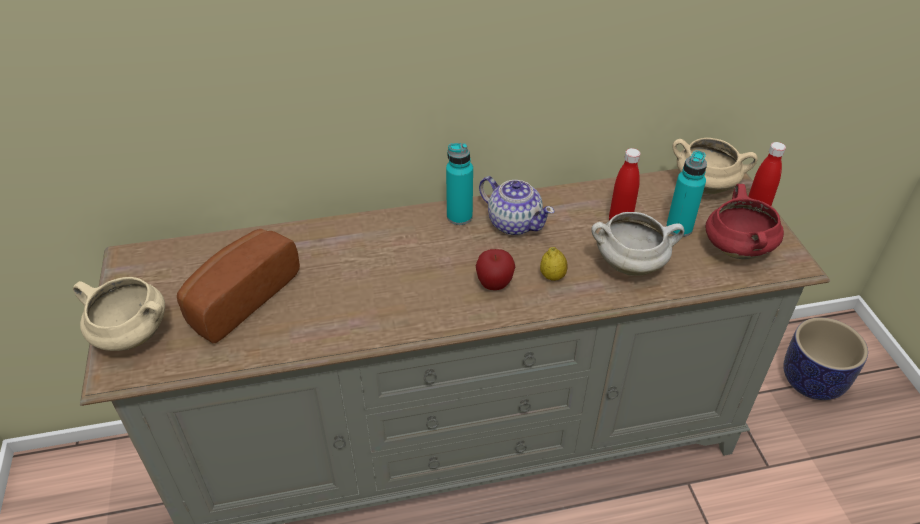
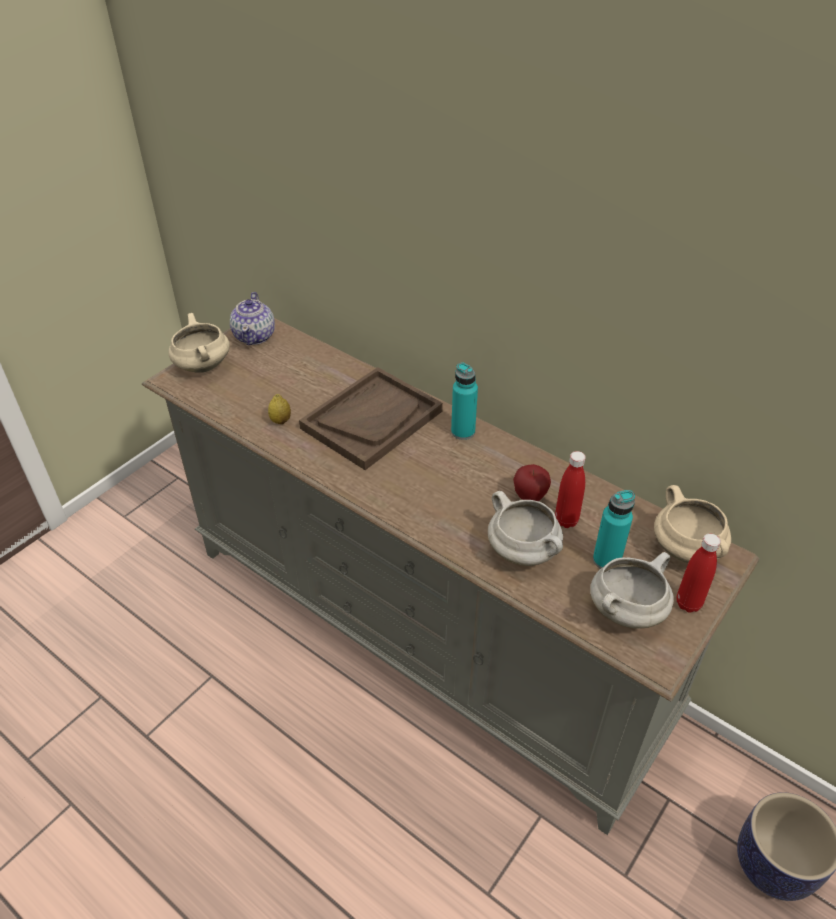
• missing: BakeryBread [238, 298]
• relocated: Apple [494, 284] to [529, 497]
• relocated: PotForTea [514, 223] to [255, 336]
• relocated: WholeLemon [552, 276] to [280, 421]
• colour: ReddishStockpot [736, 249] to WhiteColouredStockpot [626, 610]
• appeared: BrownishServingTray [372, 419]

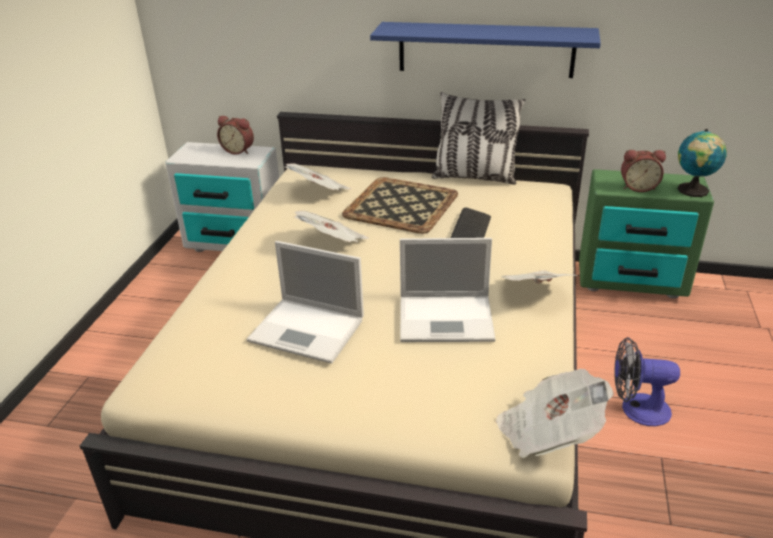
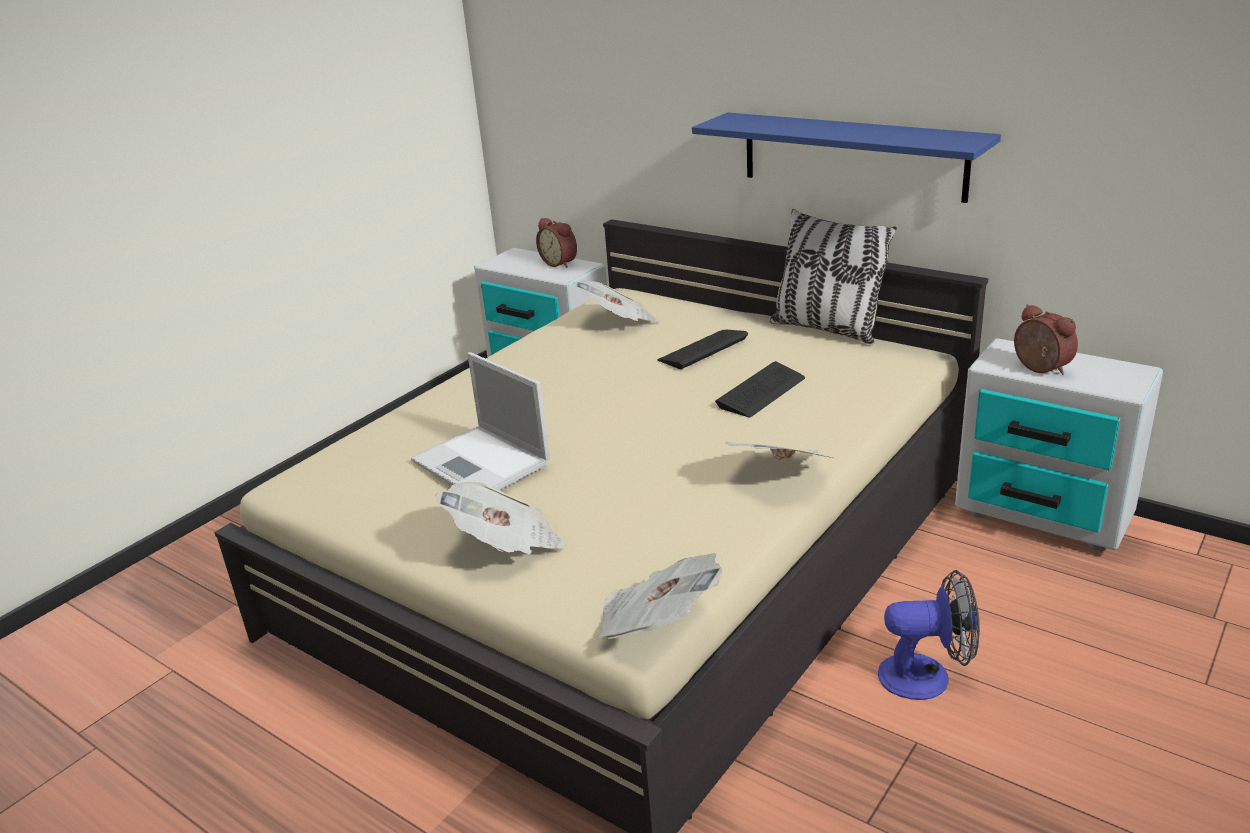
• relocated: PrintedPaper [333, 243] to [507, 545]
• exchanged: ServingTray [401, 206] to PcKeyboard [703, 349]
• missing: Laptop [448, 318]
• colour: GreenishNightTable [631, 285] to WhiteColouredNightTable [1041, 520]
• spun: ElectricFan [636, 409] = [926, 676] 150 degrees clockwise
• spun: BedsideClock [638, 187] = [1039, 369] 150 degrees counterclockwise
• missing: Globe [693, 191]

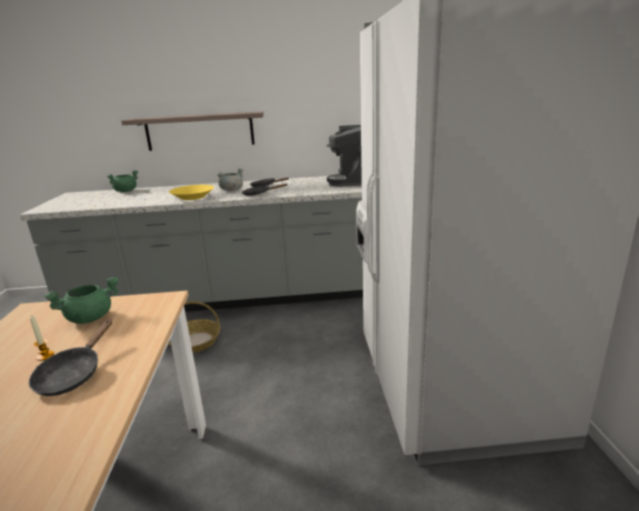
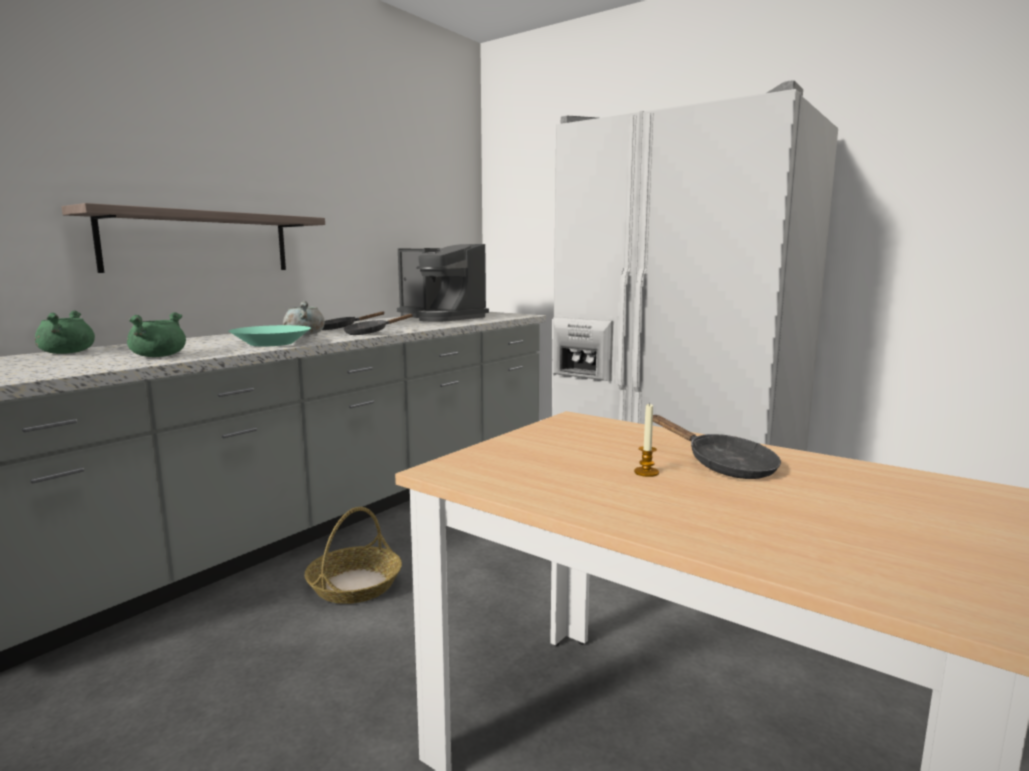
• relocated: GreenishStockpot [91, 317] to [158, 356]
• colour: YellowDeepDish [193, 197] to BlueGreenDeepDish [272, 343]

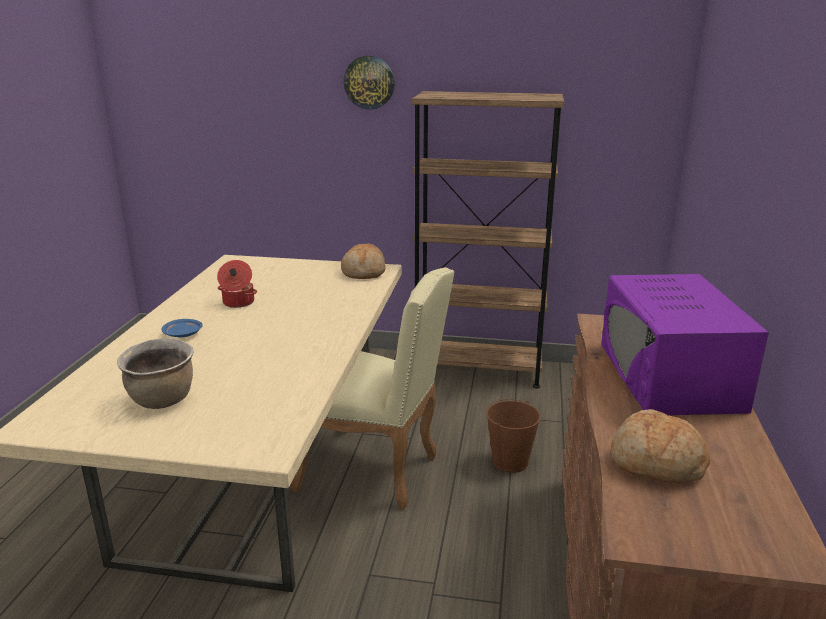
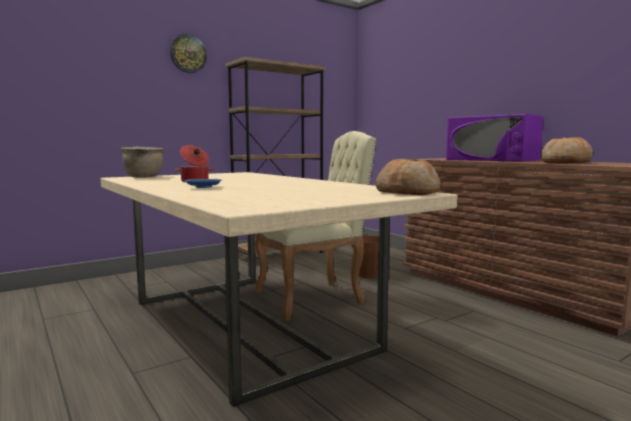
• relocated: BrownishStockpot [163, 400] to [144, 177]
• relocated: BakeryBread [364, 272] to [407, 192]

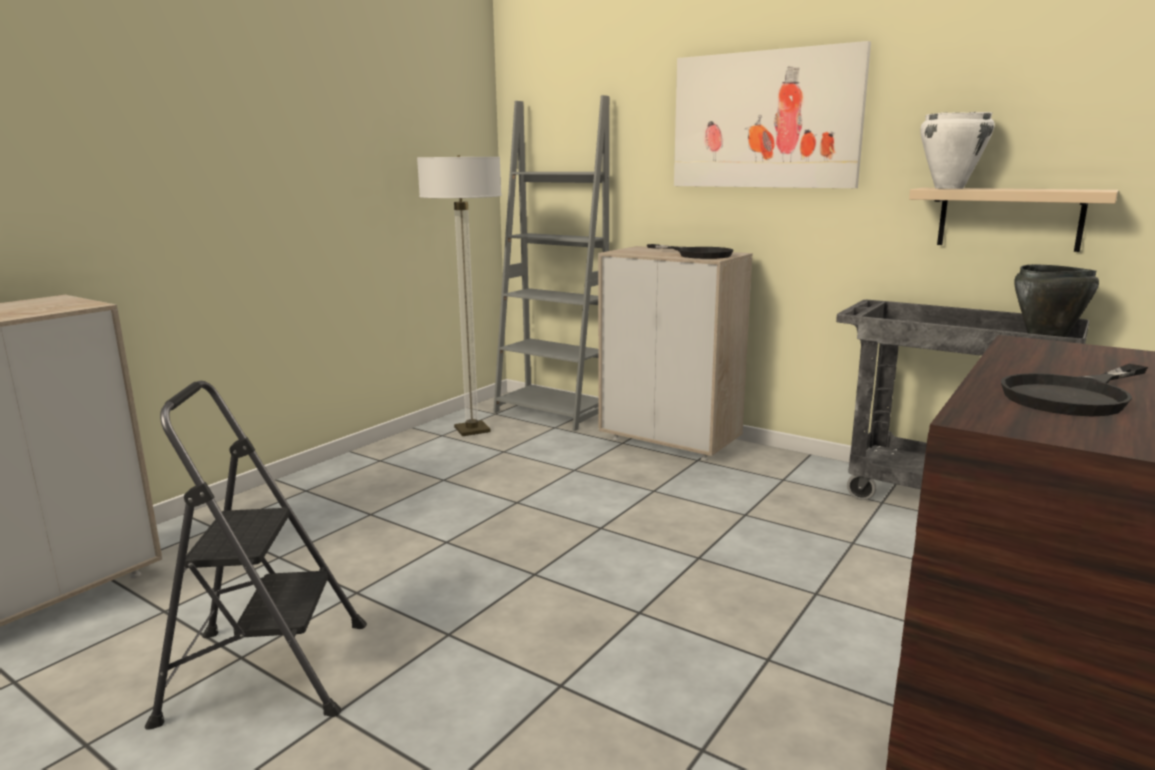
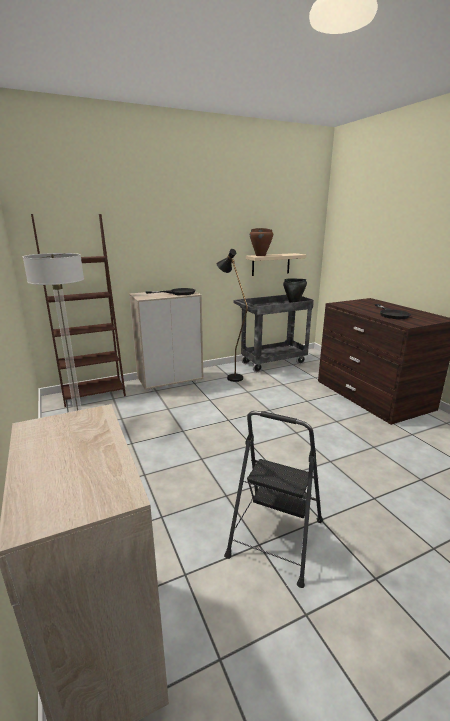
• colour: GrayBookshelf [551, 413] to BrownishBookshelf [94, 394]
• missing: WallPicture [765, 120]
• colour: WhiteColouredStockpot [950, 188] to BrownishStockpot [260, 255]
• appeared: BlackishStandingLamp [231, 376]

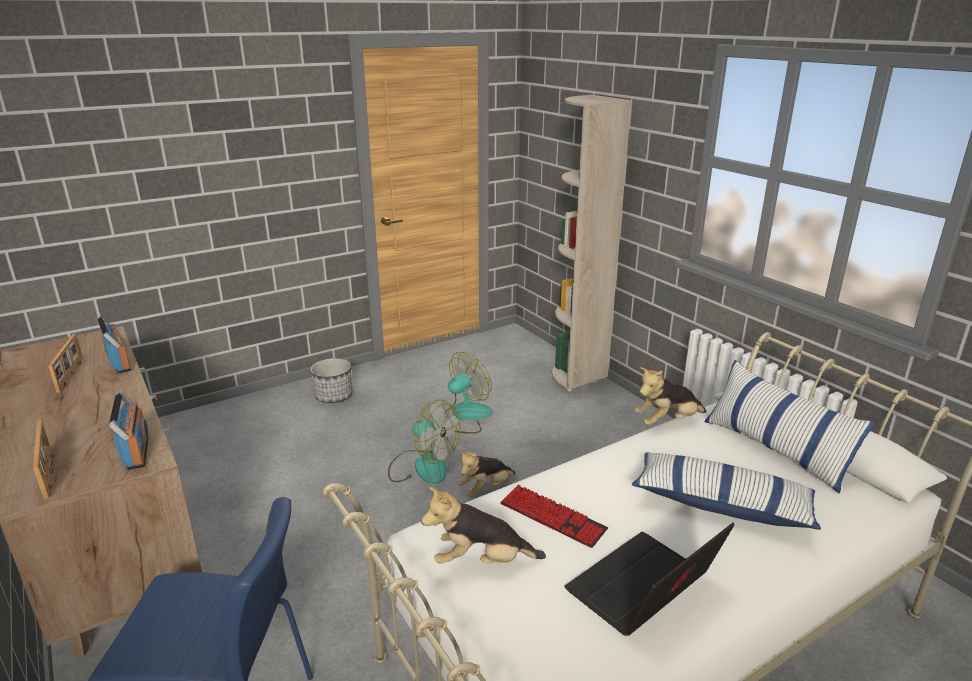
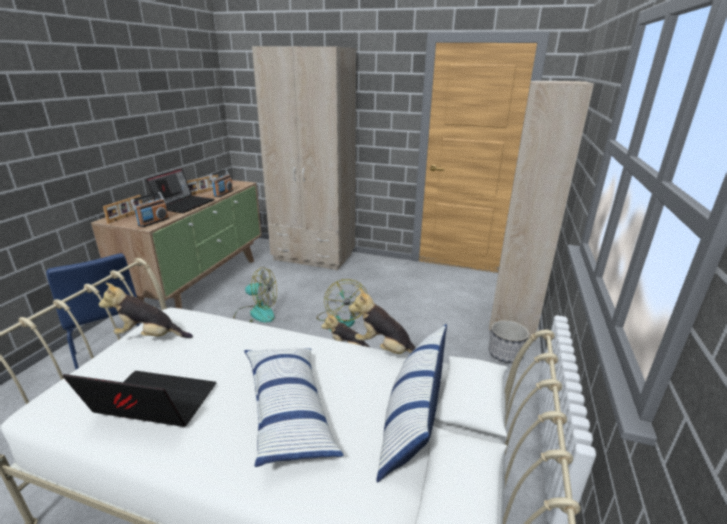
• relocated: FlowerPot [334, 396] to [505, 354]
• spun: SoftToy [481, 561] = [150, 336] 45 degrees counterclockwise
• relocated: ElectricFan [464, 416] to [256, 314]
• missing: PcKeyboard [552, 517]
• appeared: Laptop [184, 204]
• appeared: SandColouredArmoire [314, 257]

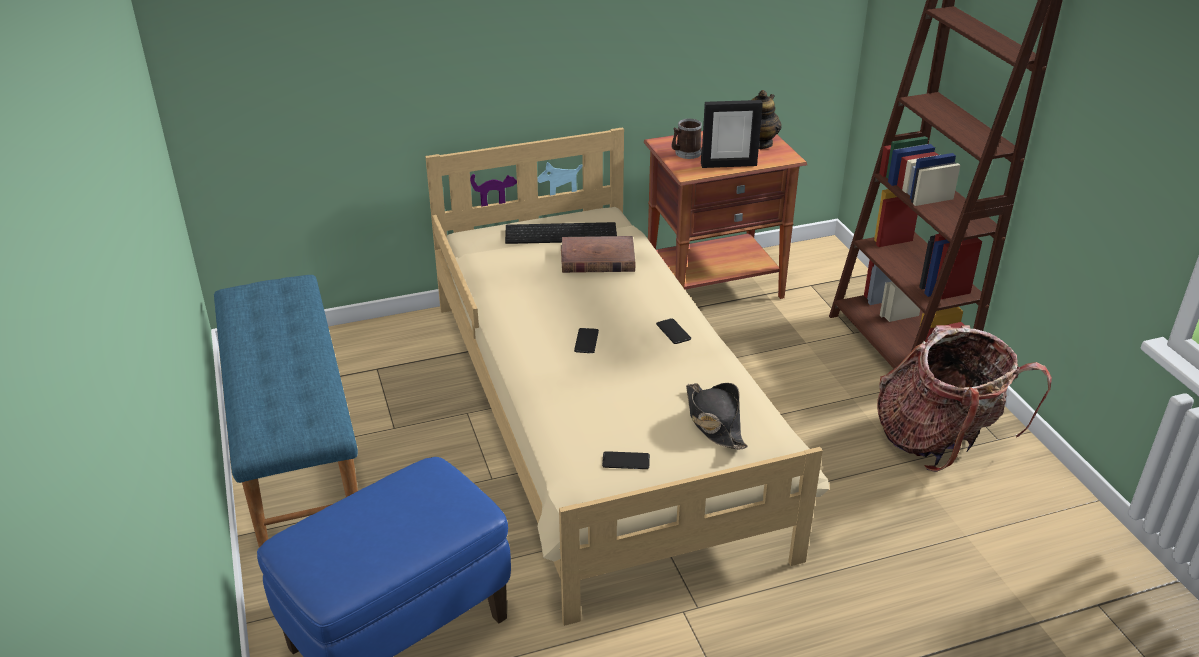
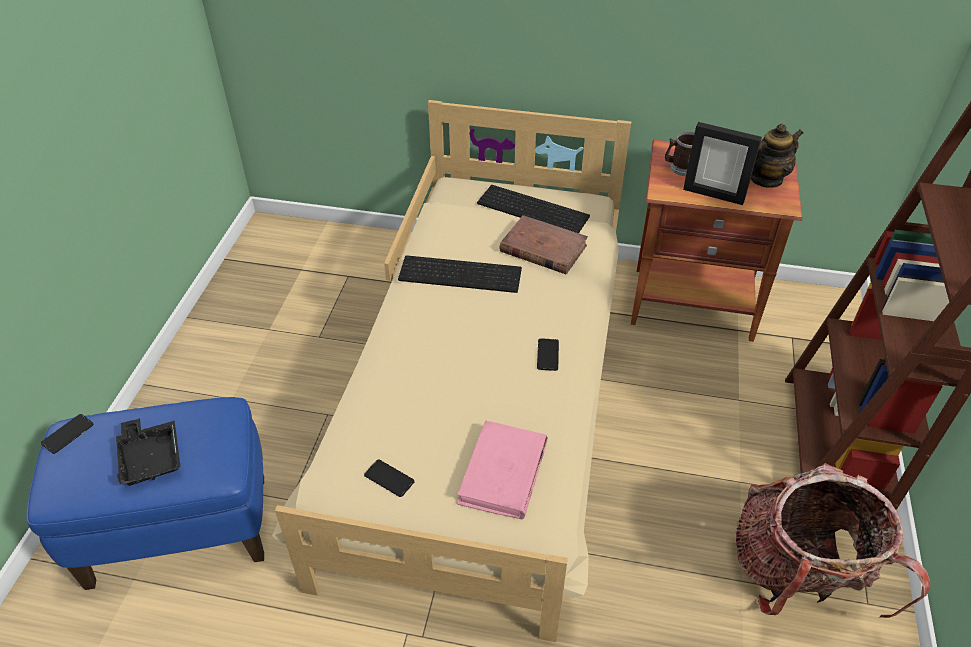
• missing: BlueColouredIndoorBench [293, 441]
• relocated: Handset [586, 341] to [68, 434]
• exchanged: BlackishWearableHat [714, 422] to PinkishBoundBook [503, 473]
• appeared: BlackishServingTray [151, 458]
• appeared: PcKeyboard [461, 273]

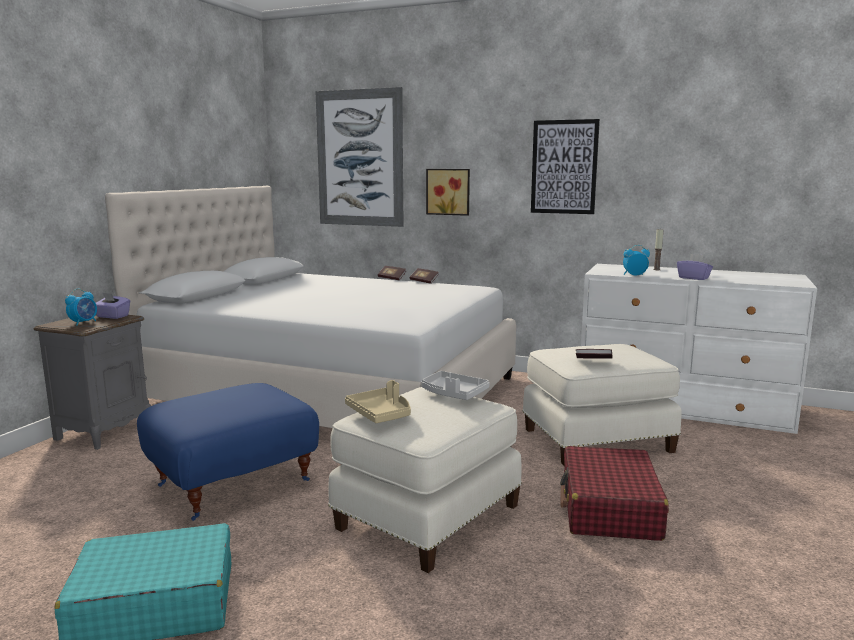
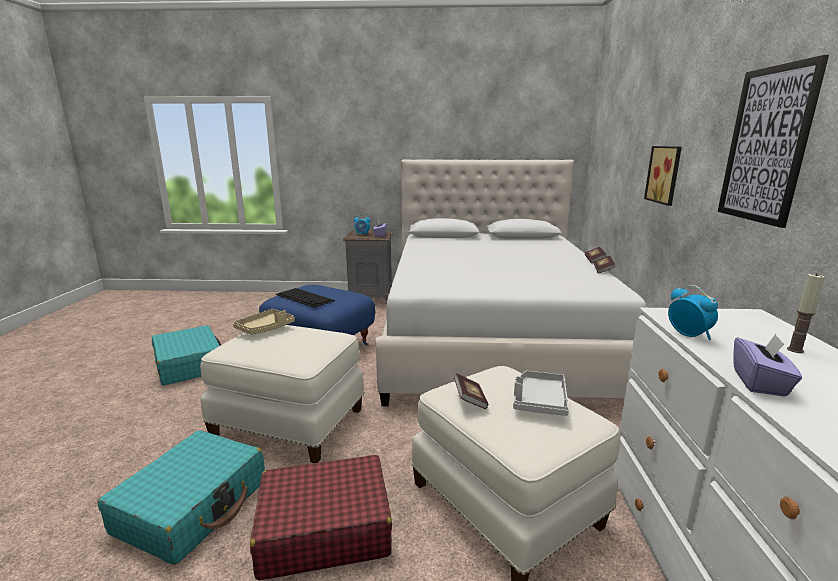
• missing: WallPicture [359, 158]
• relocated: GrayServingTray [453, 394] to [539, 401]
• appeared: BlueGreenSuitcase [193, 506]
• appeared: PcKeyboard [305, 297]

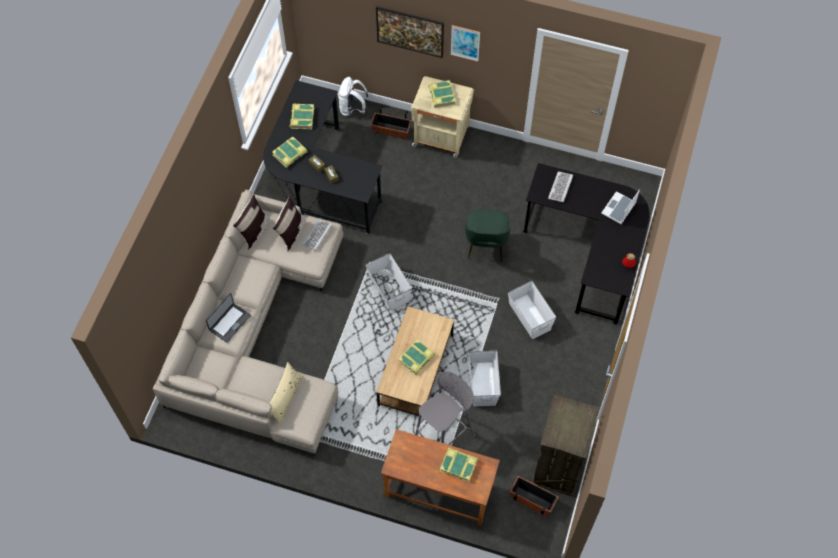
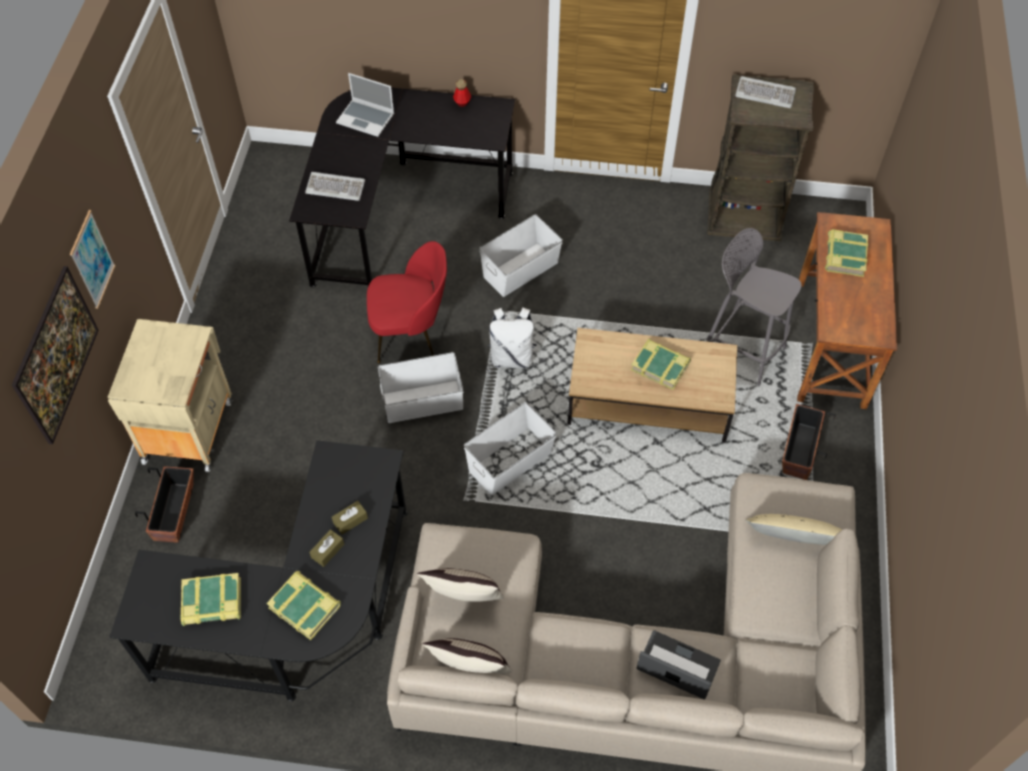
• relocated: PcKeyboard [317, 235] to [765, 94]
• relocated: WhiteColouredKnapsack [352, 109] to [512, 357]
• missing: BoundBook [441, 96]
• colour: GreenishPlainChair [485, 249] to ReddishPlainChair [412, 338]
• relocated: WhiteColouredStorageBox [482, 384] to [423, 402]
• relocated: FlowerPot [532, 500] to [799, 450]

